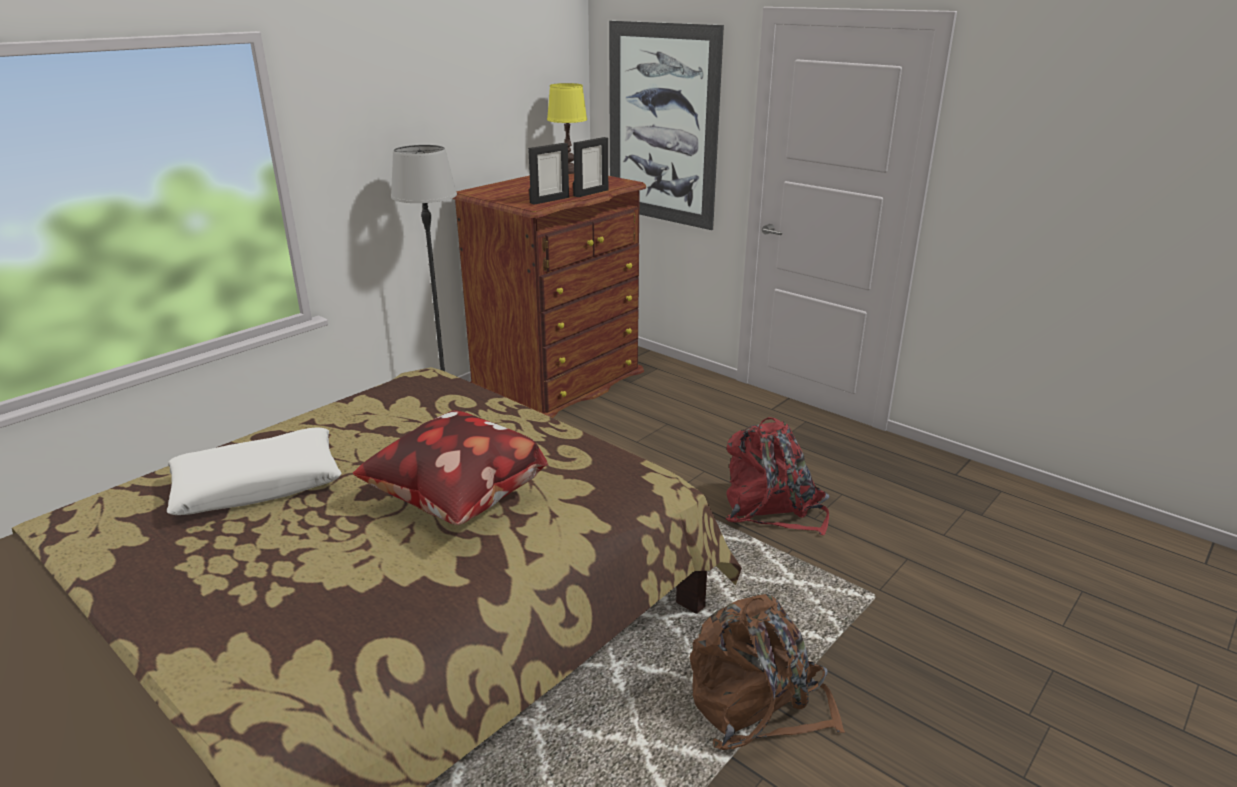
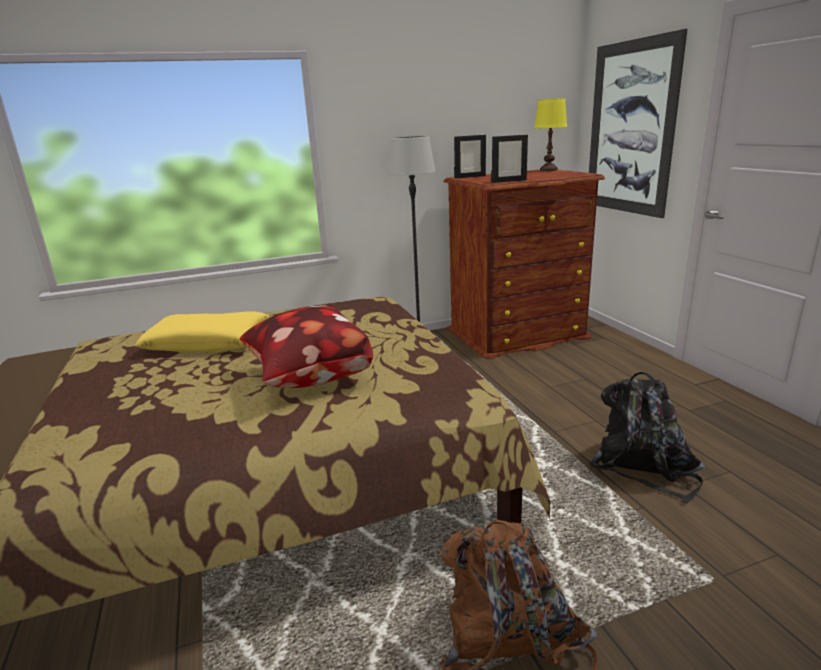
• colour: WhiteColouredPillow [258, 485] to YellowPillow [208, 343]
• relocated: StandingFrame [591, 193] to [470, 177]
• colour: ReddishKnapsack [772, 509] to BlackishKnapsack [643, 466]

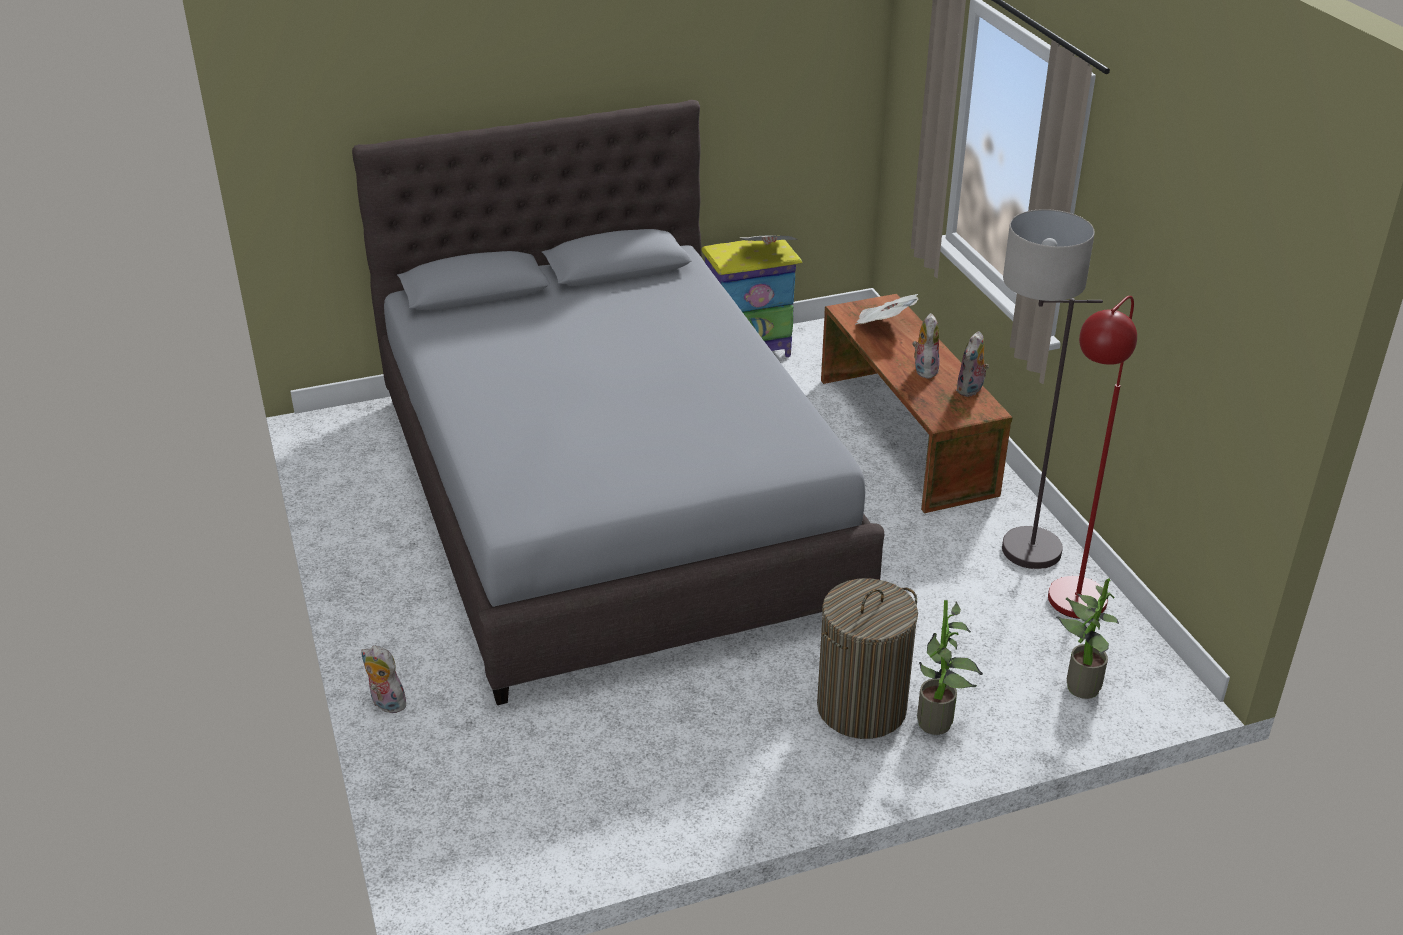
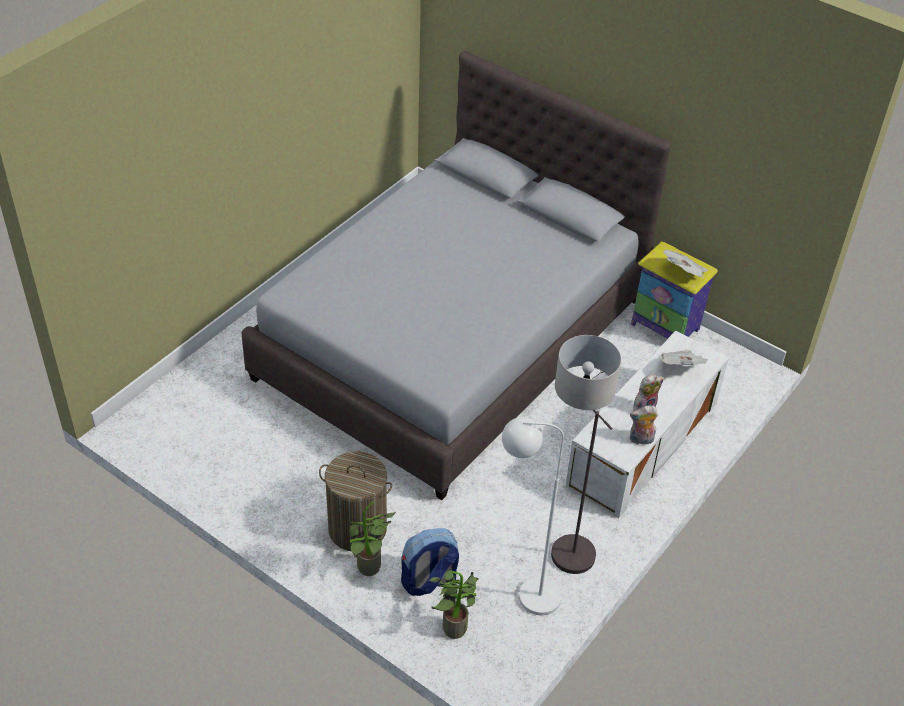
• missing: SoftToy [386, 704]
• colour: BrownishIndoorBench [908, 435] to WhiteColouredIndoorBench [644, 445]
• colour: ReddishStandingLamp [1069, 610] to WhiteColouredStandingLamp [526, 596]
• appeared: Knapsack [428, 581]

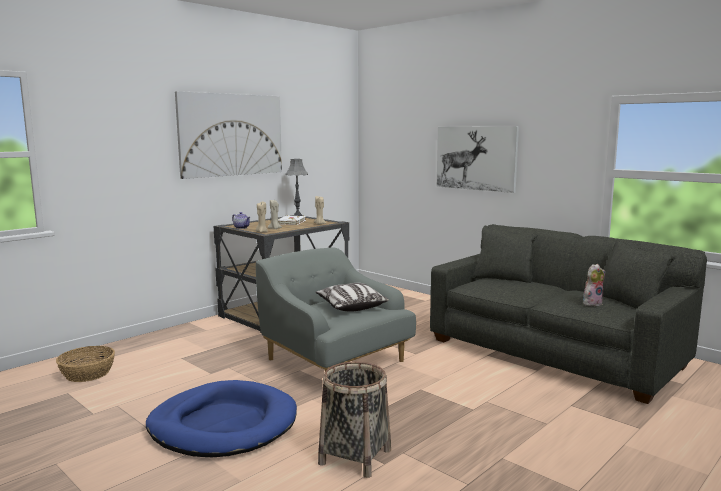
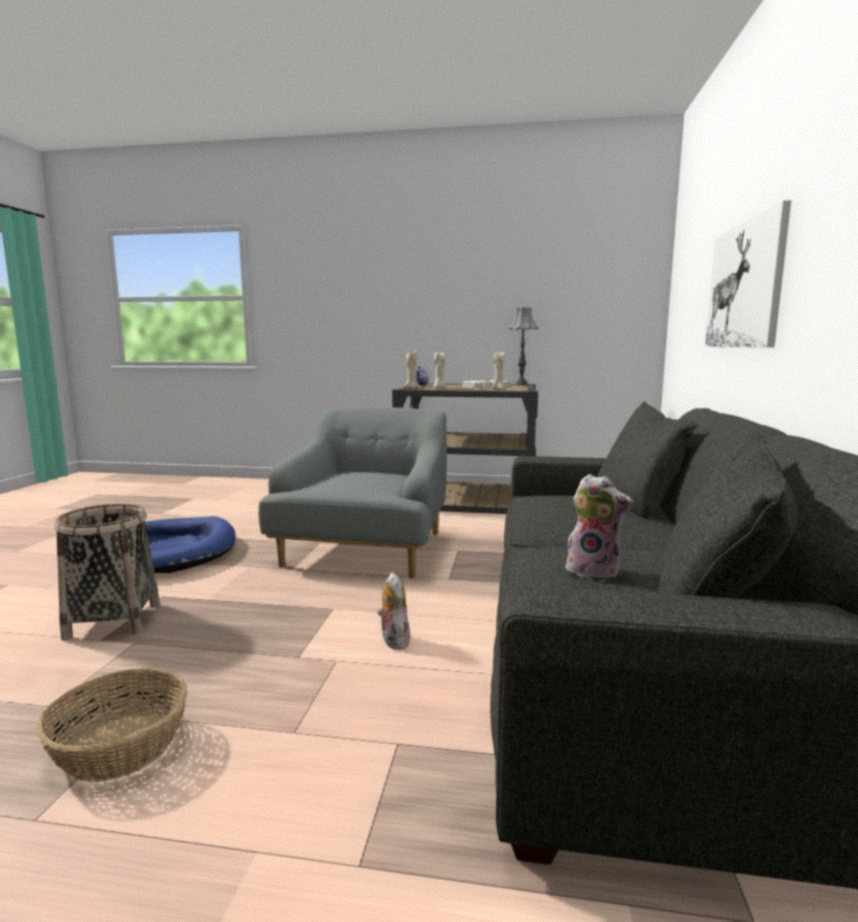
• relocated: HouseholdBasket [87, 373] to [122, 746]
• missing: WallPicture [231, 135]
• missing: Pillow [351, 307]
• appeared: SoftToy [393, 640]

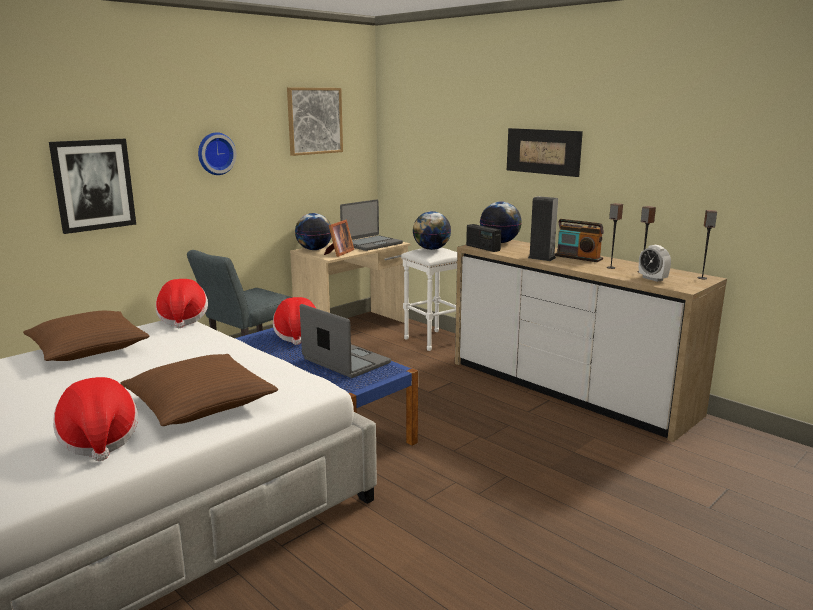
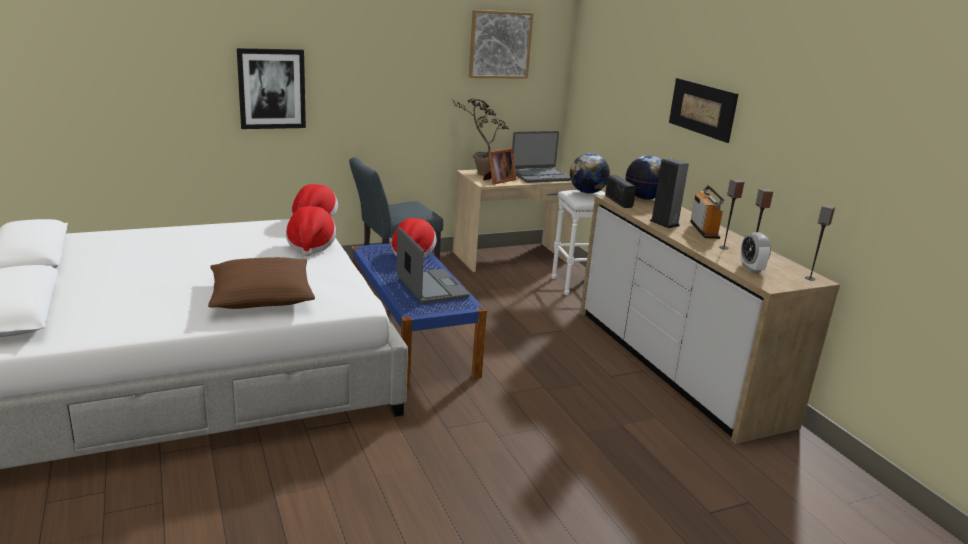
• missing: BrownishPillow [88, 348]
• relocated: WearableHat [99, 440] to [310, 246]
• missing: WallClock [215, 153]
• exchanged: Globe [314, 249] to PlantInAPot [479, 173]
• spun: RadioReceiver [578, 257] = [704, 230] 150 degrees counterclockwise

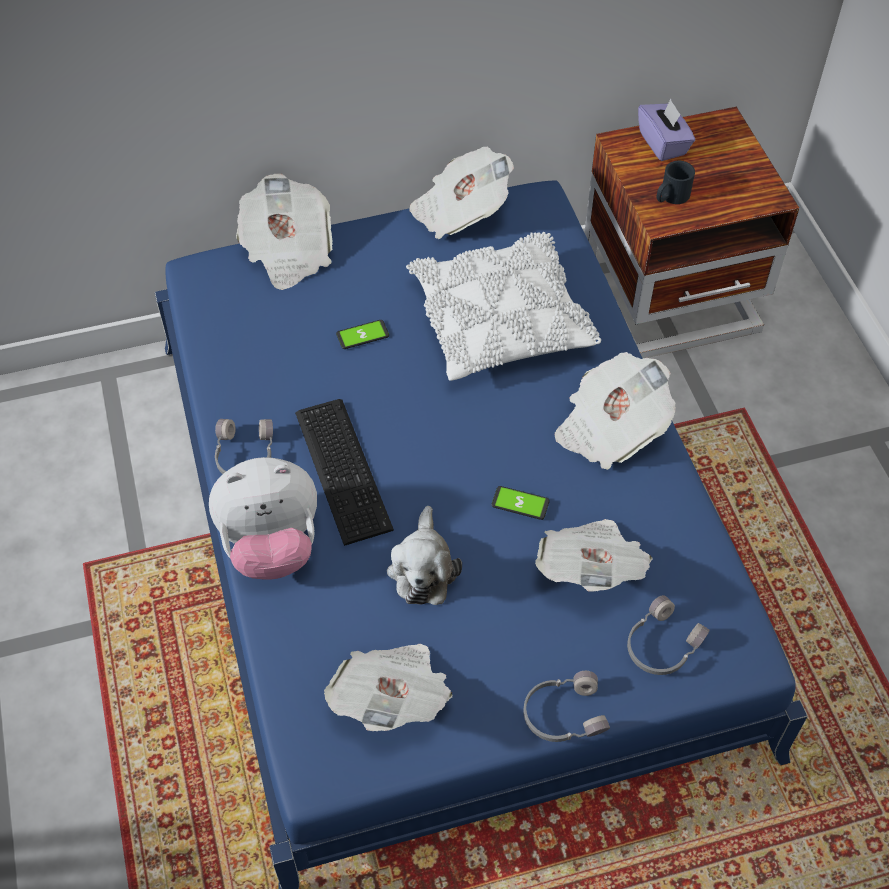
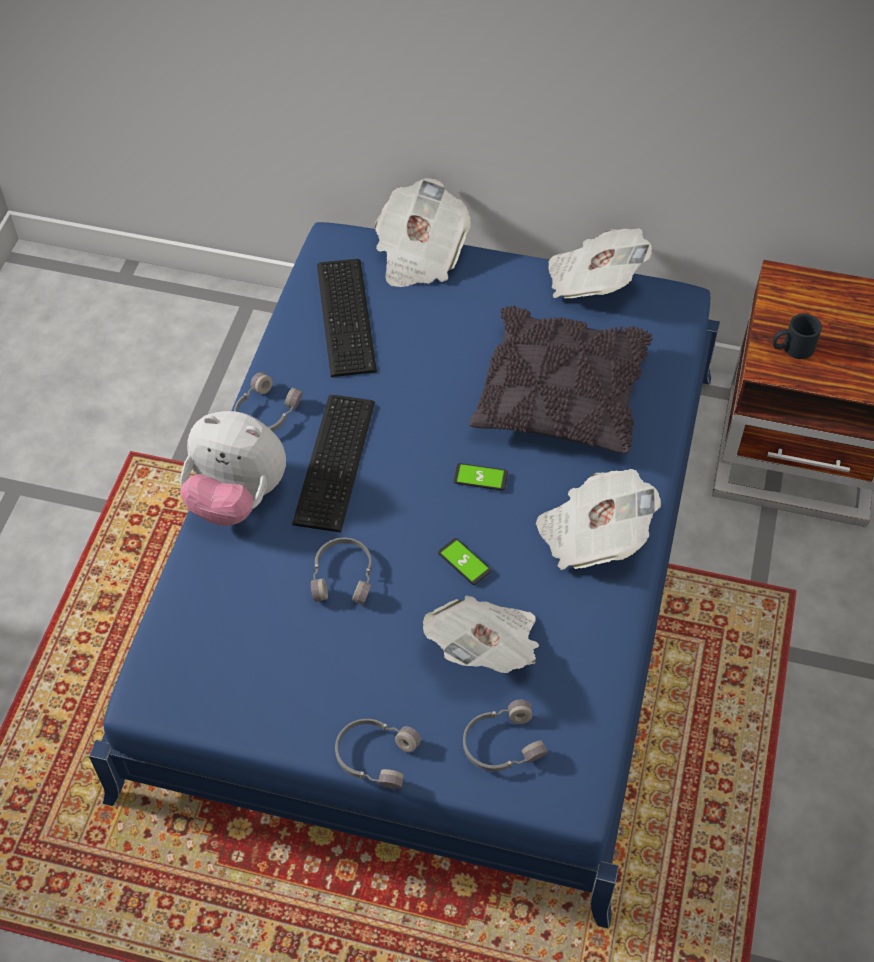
• missing: PrintedPaper [392, 698]
• relocated: Handset [362, 335] to [480, 477]
• exchanged: SoftToy [423, 568] to GrayHeadset [344, 576]
• colour: WhiteColouredPillow [500, 320] to BlackishPillow [561, 395]
• missing: PurplishTissueHolder [663, 143]
• appeared: PcKeyboard [348, 315]

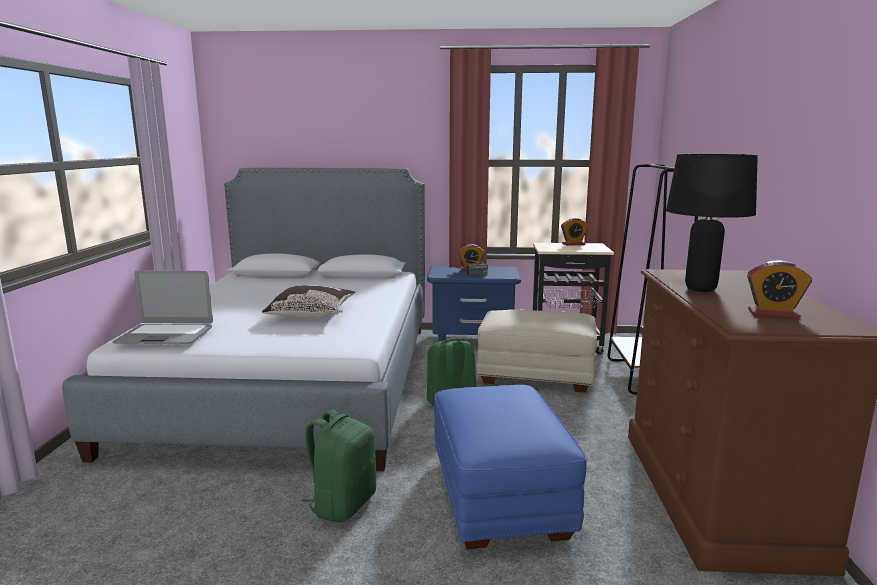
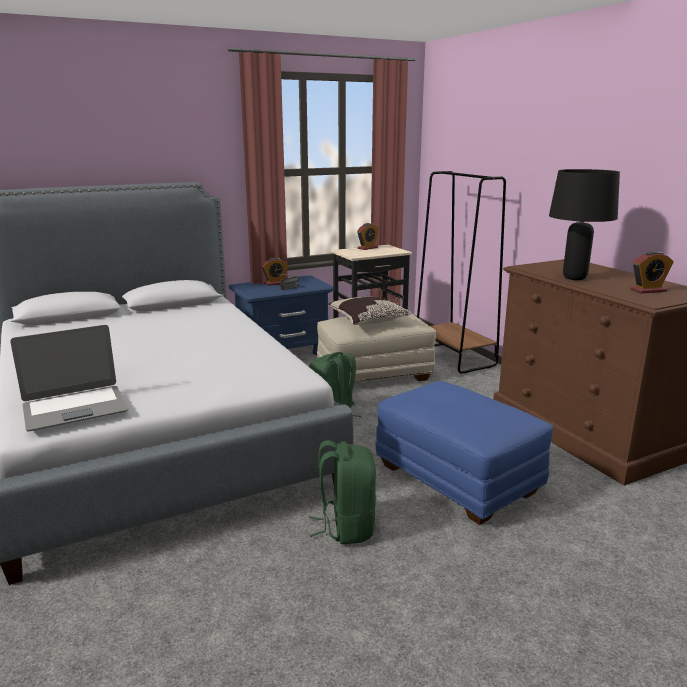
• relocated: Pillow [312, 314] to [368, 320]

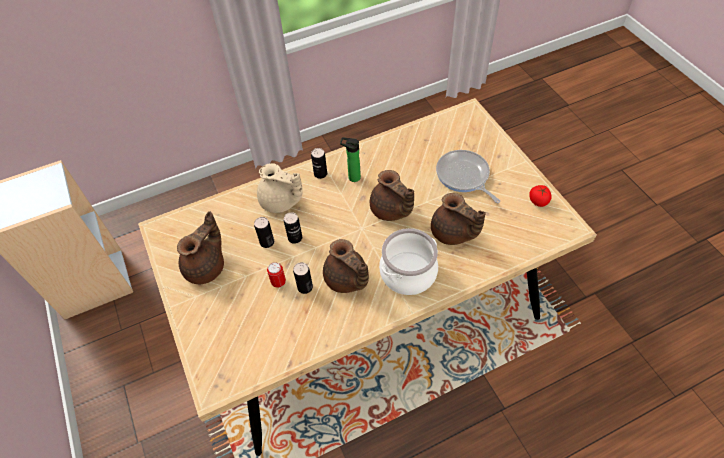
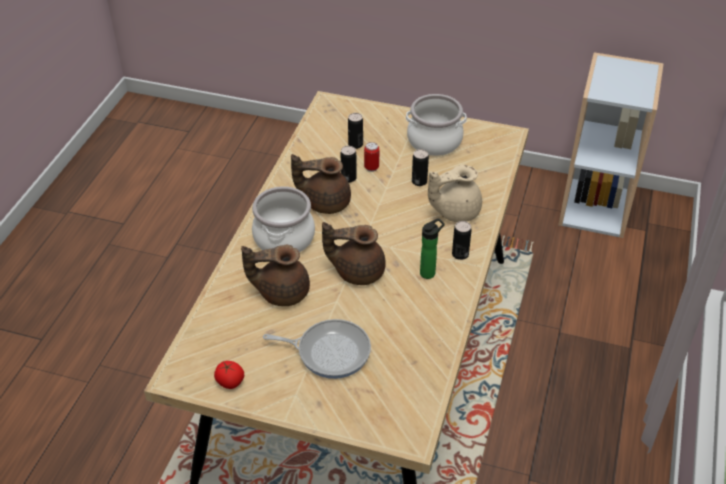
• exchanged: BrownishPotForTea [206, 267] to Stockpot [434, 141]
• relocated: Can [295, 238] to [355, 144]

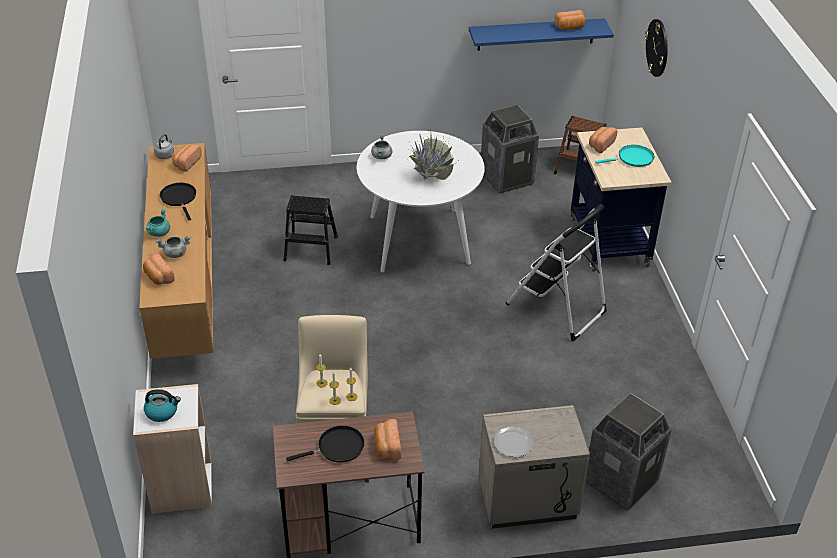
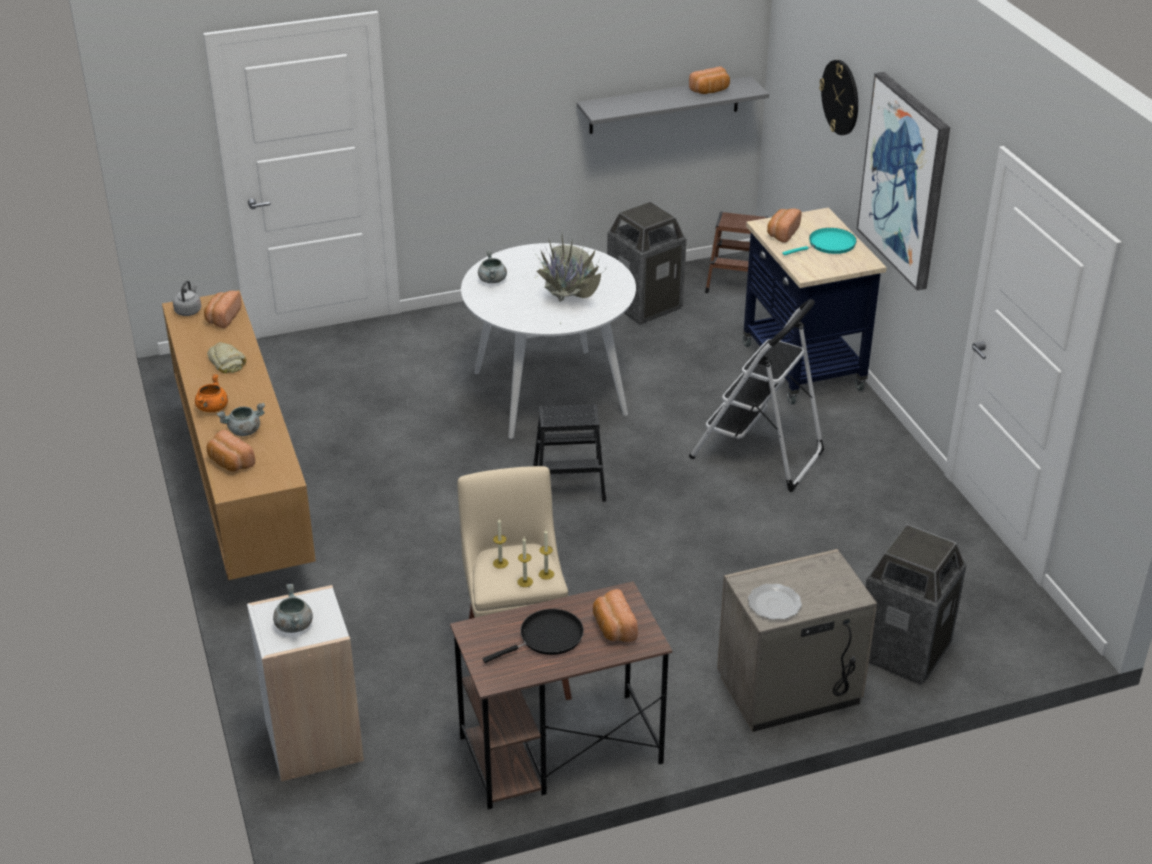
• exchanged: WaterKettle [162, 412] to GrayStockpot [294, 625]
• colour: BlueGreenStockpot [159, 233] to OrangeColouredStockpot [212, 408]
• exchanged: BlackishFryingPan [179, 198] to BakeryBread [227, 362]
• relocated: BlackishStepStool [311, 248] to [569, 481]
• colour: BlueColouredShelf [536, 34] to GrayShelf [664, 105]
• appeared: WallPicture [905, 180]

